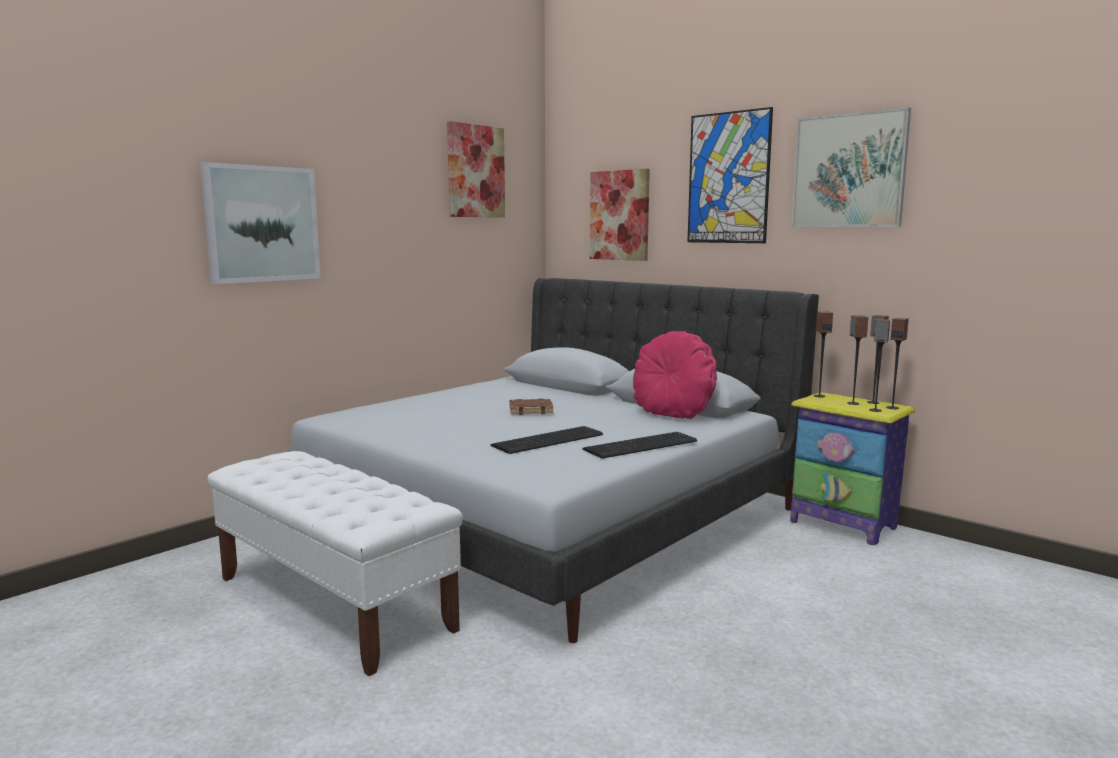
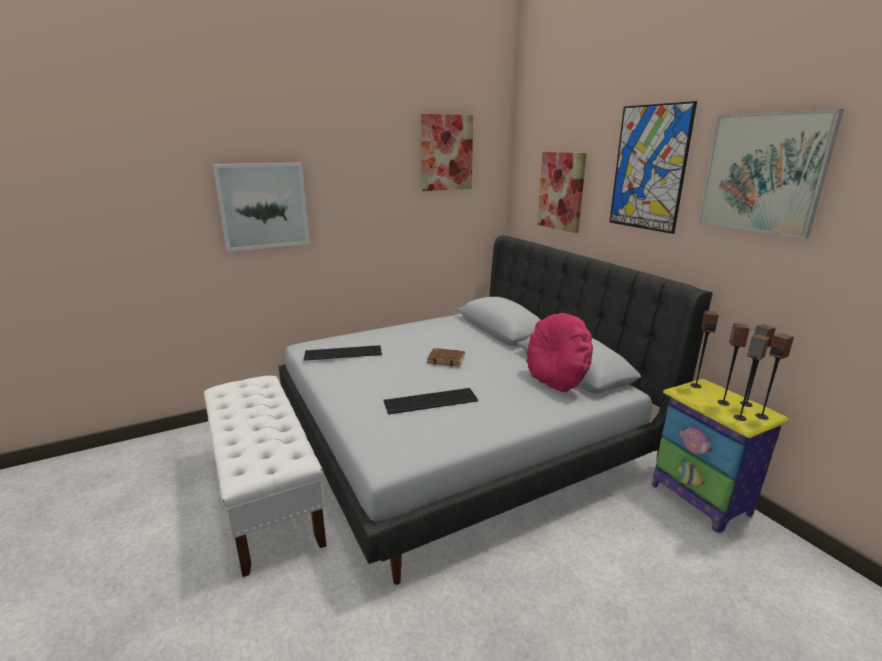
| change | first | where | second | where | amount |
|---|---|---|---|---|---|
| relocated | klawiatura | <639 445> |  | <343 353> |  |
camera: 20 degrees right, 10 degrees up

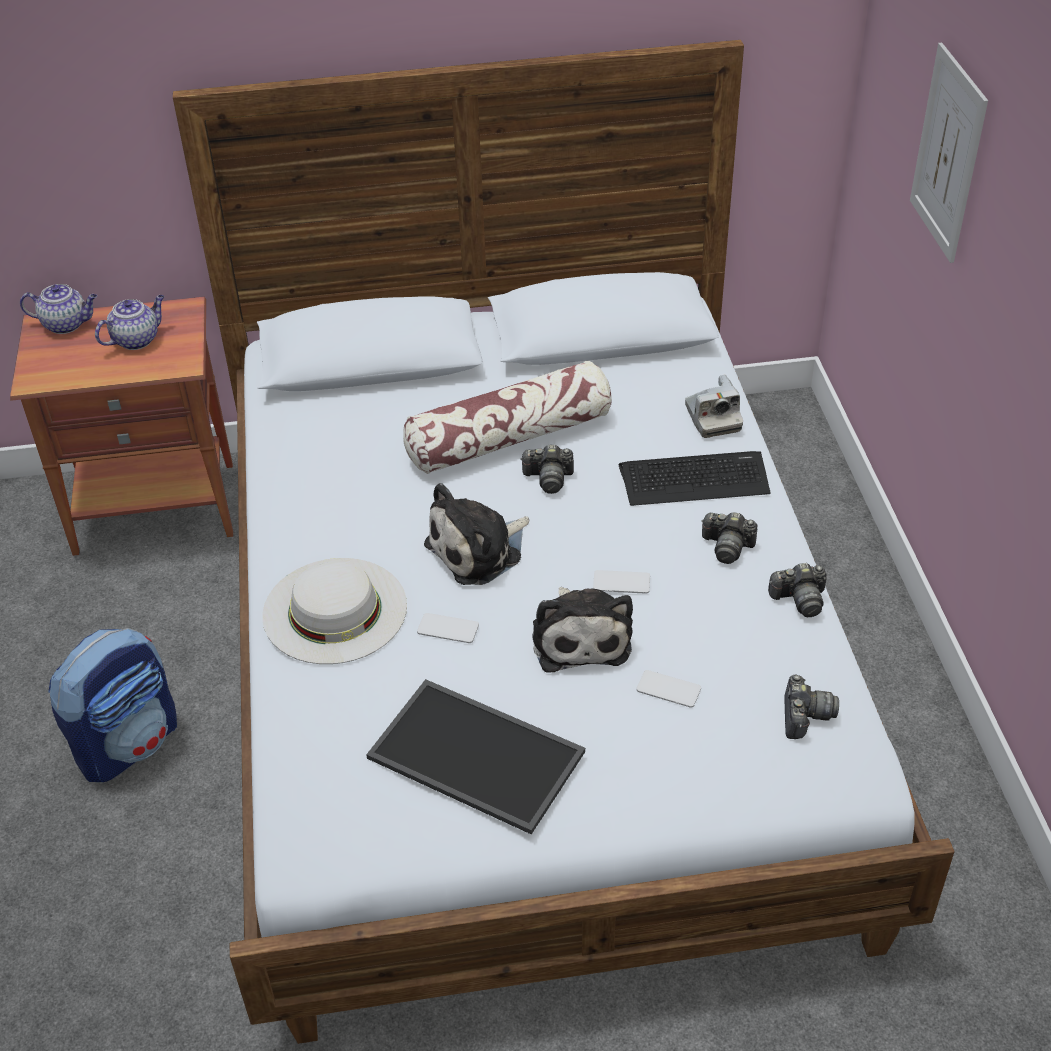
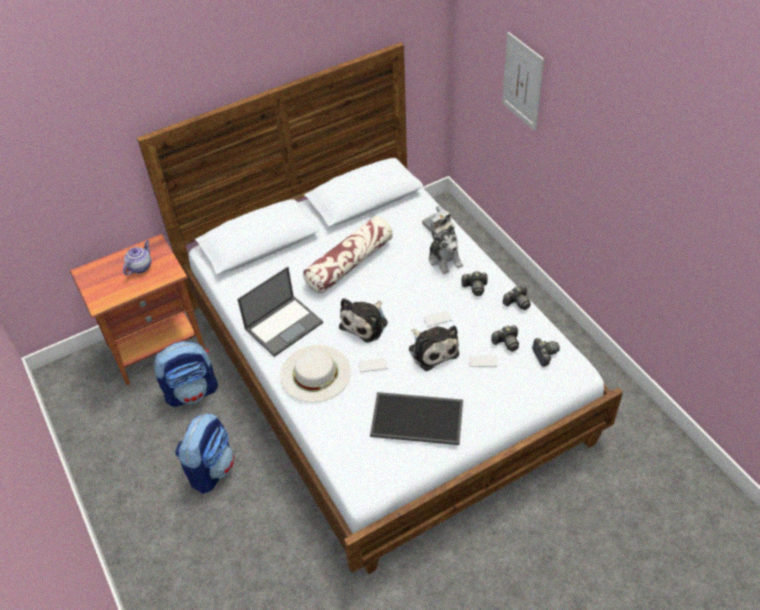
| change | first | where | second | where | amount |
|---|---|---|---|---|---|
| appeared |  |  | plecak | <186 374> |  |
| appeared |  |  | laptop | <280 312> |  |
| exchanged | klawiatura | <695 478> | pluszak | <446 249> |  |
| relocated | aparat fotograficzny | <547 469> |  | <505 338> |  |
| missing | imbryk | <58 309> |  |  |  |
camera: 20 degrees left, 5 degrees up

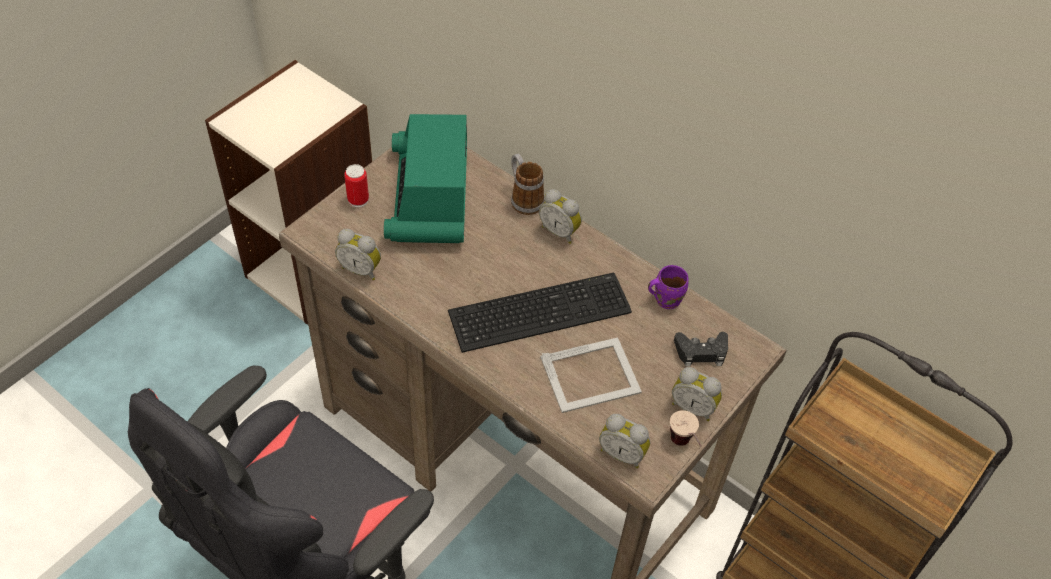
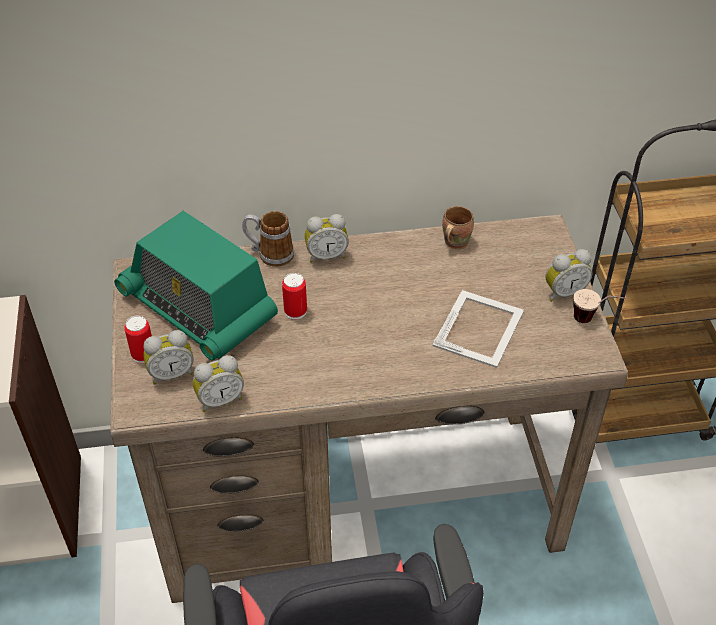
| change | first | where | second | where | amount |
|---|---|---|---|---|---|
| relocated | budzik | <624 441> |  | <168 357> |  |
| appeared |  |  | puszka | <294 296> |  |
| colour | kubek (fioletowy) | <668 287> | kubek (brązowy) | <458 227> |  |
| missing | klawiatura | <540 312> |  |  |  |
| missing | pad do gier (czarny) | <701 349> |  |  |  |
camera: 45 degrees left, 5 degrees down

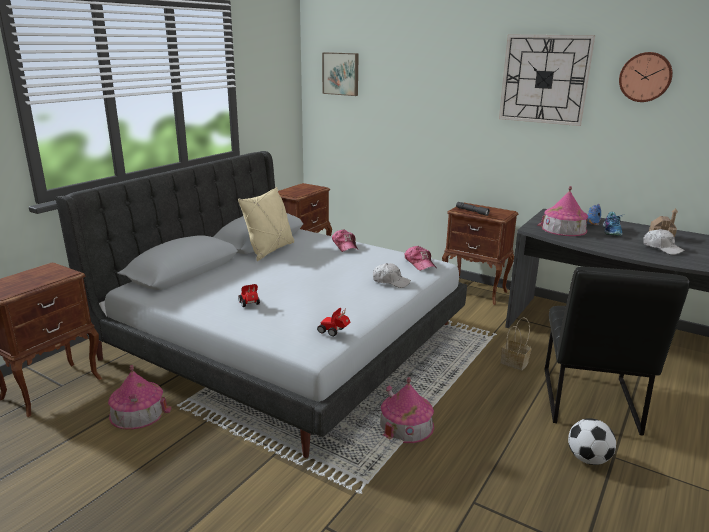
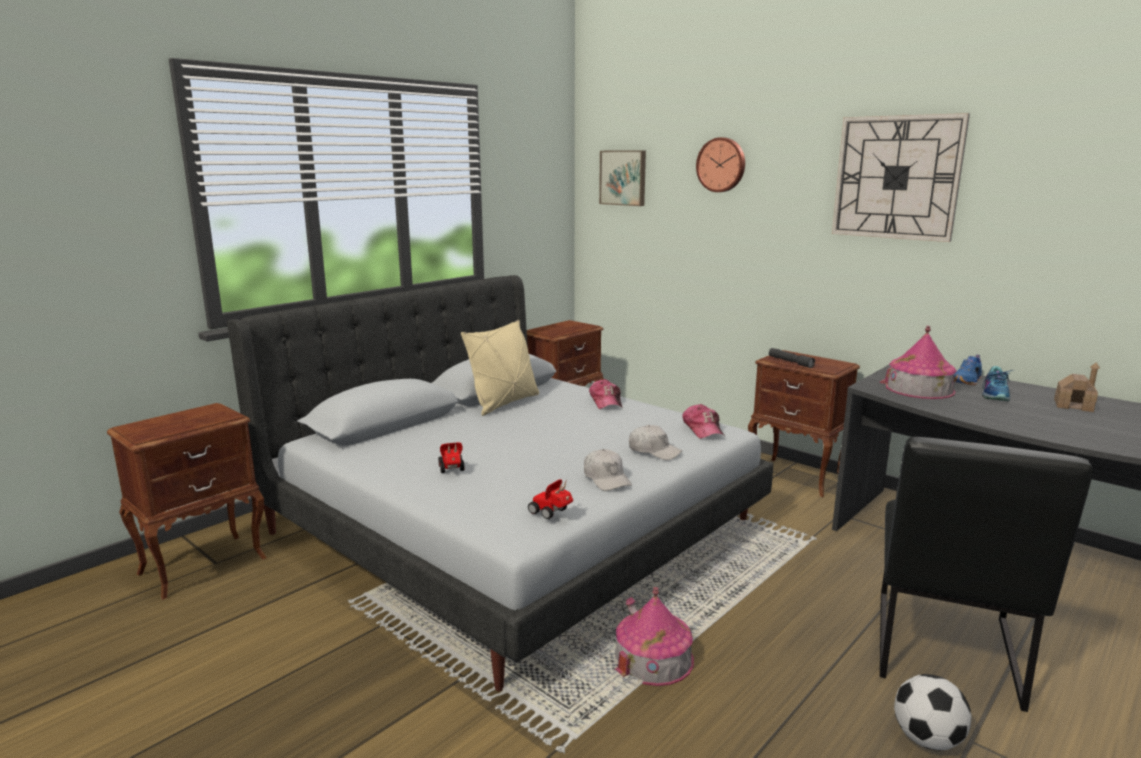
| change | first | where | second | where | amount |
|---|---|---|---|---|---|
| relocated | czapka z daszkiem (biały) | <664 242> |  | <608 470> |  |
| relocated | zegar ścienny | <646 77> |  | <720 164> |  |
| missing | domek | <140 397> |  |  |  |
| missing | koszyk | <516 343> |  |  |  |
camera: 10 degrees right, 5 degrees down

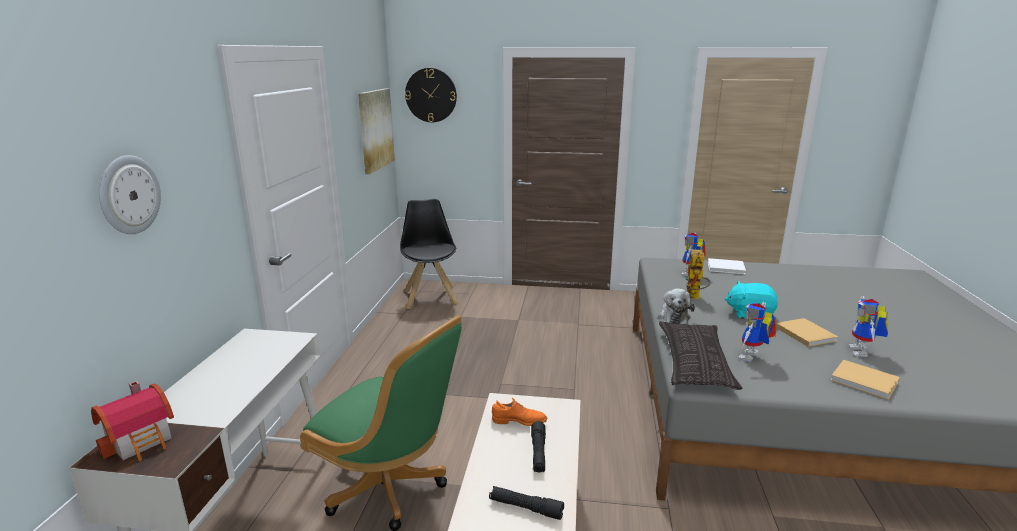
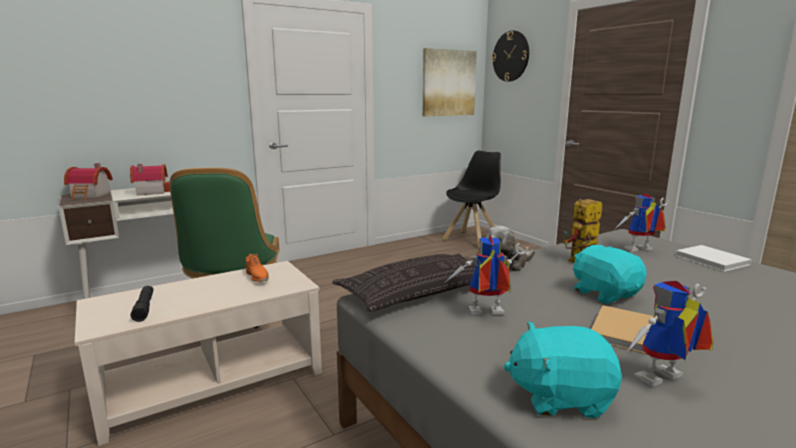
| change | first | where | second | where | amount |
|---|---|---|---|---|---|
| appeared |  |  | domek | <150 179> |  |
| exchanged | książka (beżowy) | <865 380> | pluszak (turkusowy) | <563 370> |  |
| missing | zegar ścienny | <130 194> |  |  |  |
| missing | latarka (czarny) | <538 446> |  |  |  |
camera: 50 degrees right, 5 degrees down

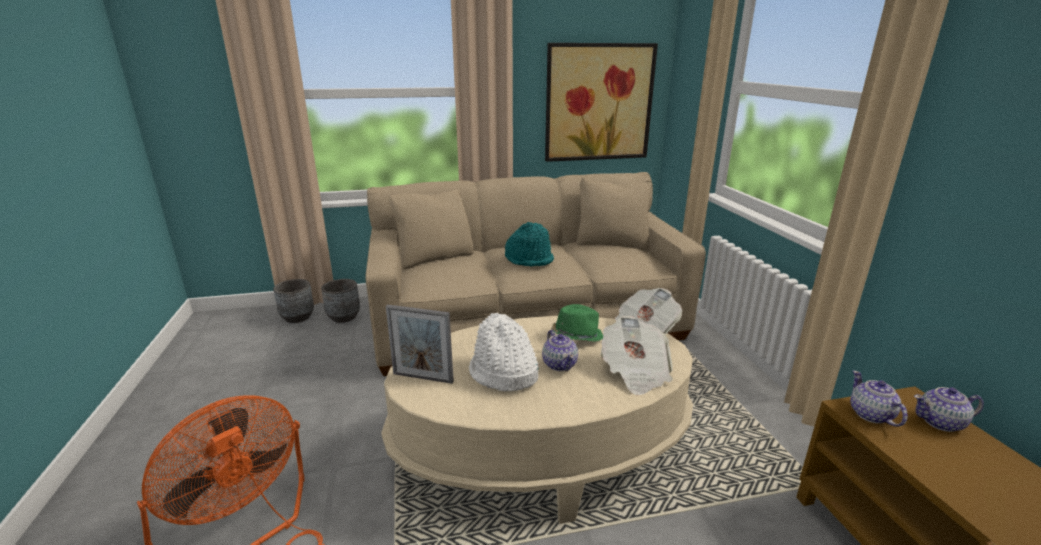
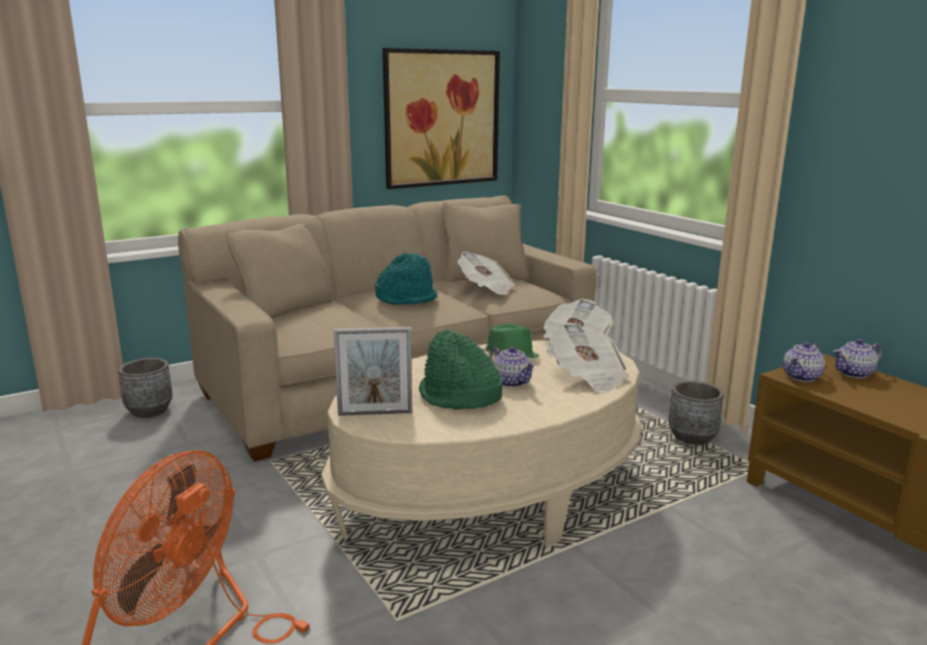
| change | first | where | second | where | amount |
|---|---|---|---|---|---|
| colour | kapelusz (biały) | <504 352> | kapelusz (zielony) | <461 370> |  |
| appeared |  |  | gazeta | <485 274> |  |
| relocated | donica (szary) | <293 301> |  | <696 413> |  |
| spun | imbryk | <879 399> |  | <804 362> | 105 degrees counterclockwise |
camera: 20 degrees left, 5 degrees down

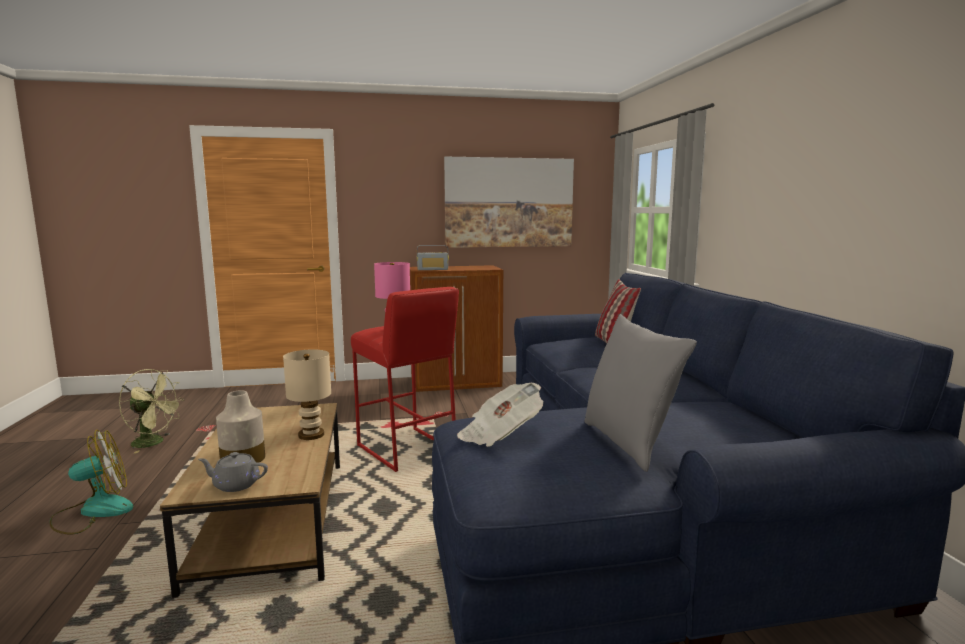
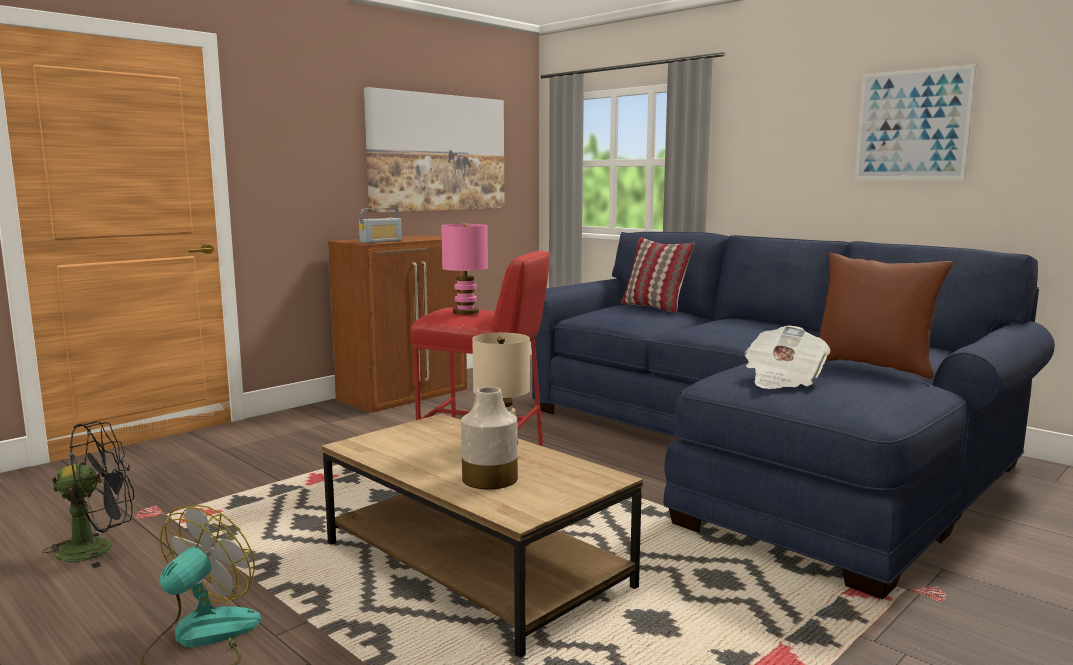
| change | first | where | second | where | amount |
|---|---|---|---|---|---|
| colour | wentylator (zielony) | <151 411> | wentylator (czarny) | <88 494> |  |
| colour | poduszka (szary) | <640 393> | poduszka (brązowy) | <886 316> |  |
| appeared |  |  | obraz | <916 121> |  |
| missing | imbryk (szary) | <233 472> |  |  |  |
camera: 35 degrees left, 0 degrees up

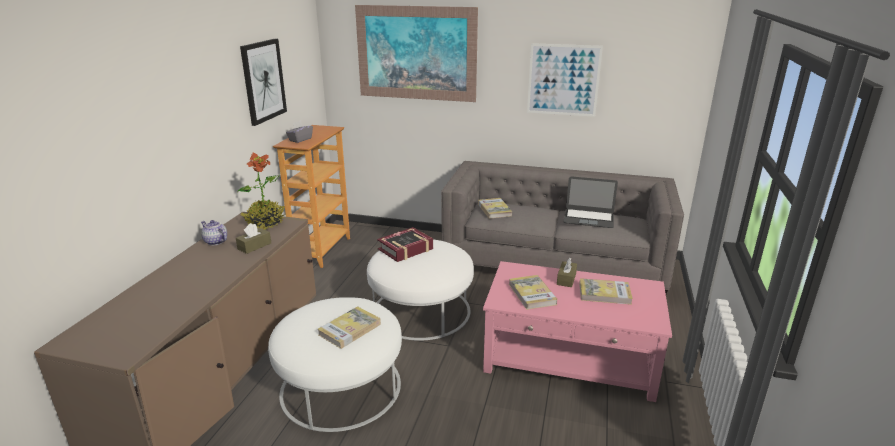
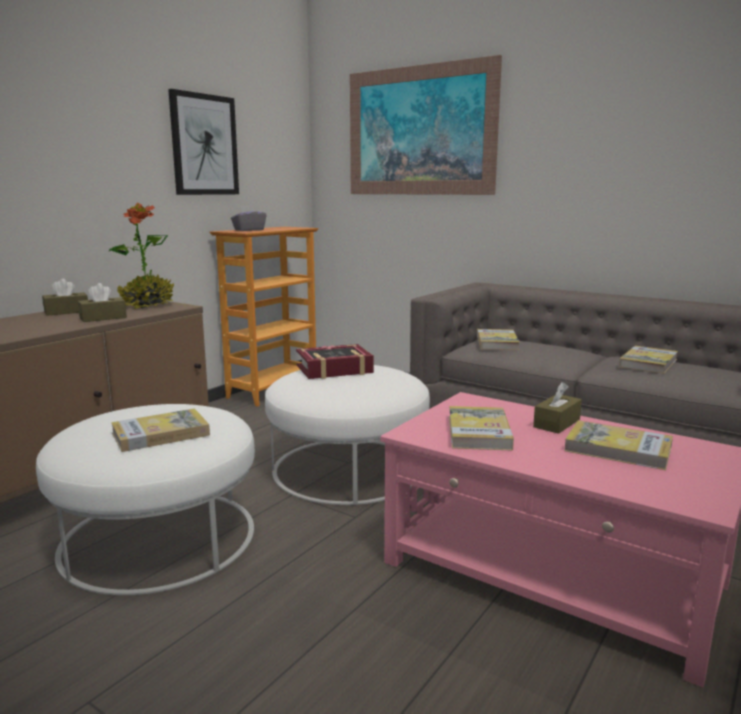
| change | first | where | second | where | amount |
|---|---|---|---|---|---|
| exchanged | imbryk | <214 232> | pudełko chusteczek (brązowy) | <65 297> |  |
| exchanged | laptop | <590 202> | książka | <648 360> |  |
| missing | obraz | <565 80> |  |  |  |
camera: 20 degrees right, 10 degrees down

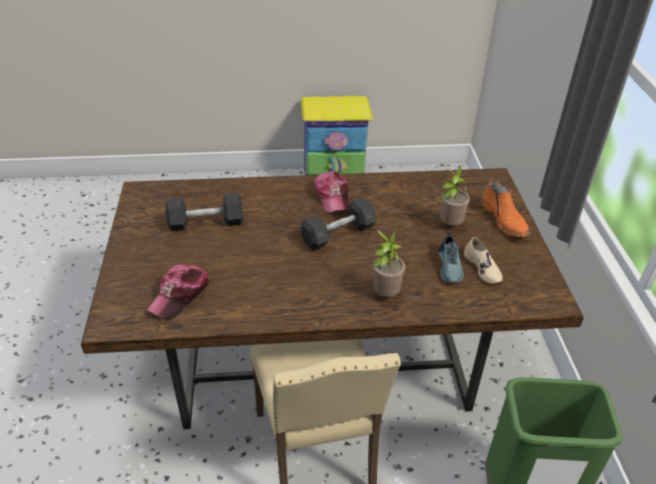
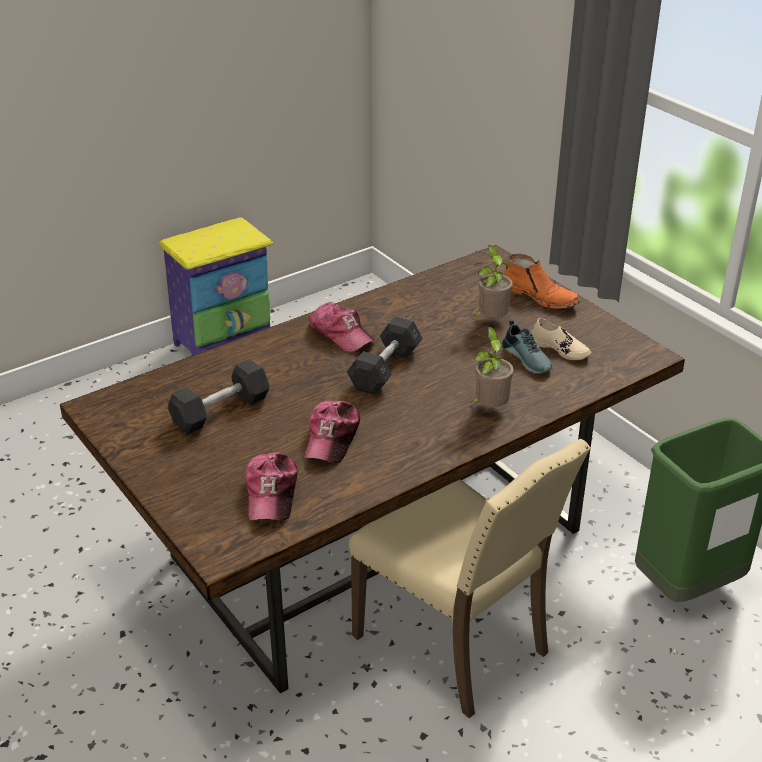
| change | first | where | second | where | amount |
|---|---|---|---|---|---|
| appeared |  |  | czapka z daszkiem | <332 432> |  |
camera: 30 degrees left, 5 degrees down

